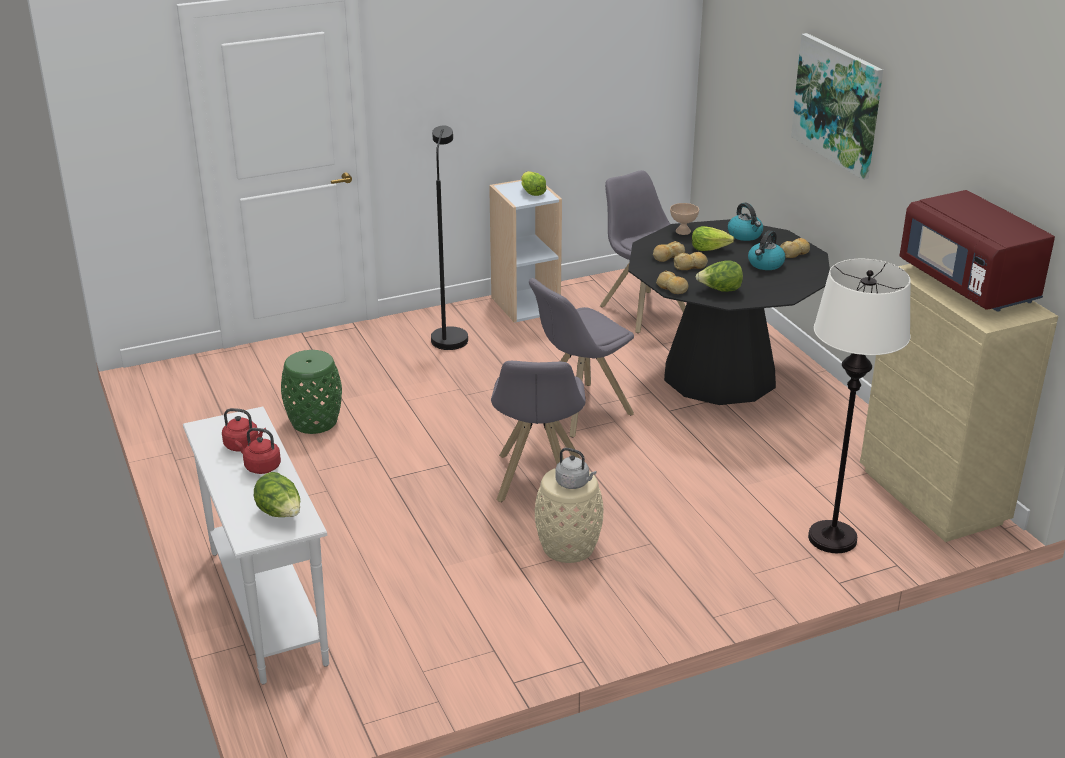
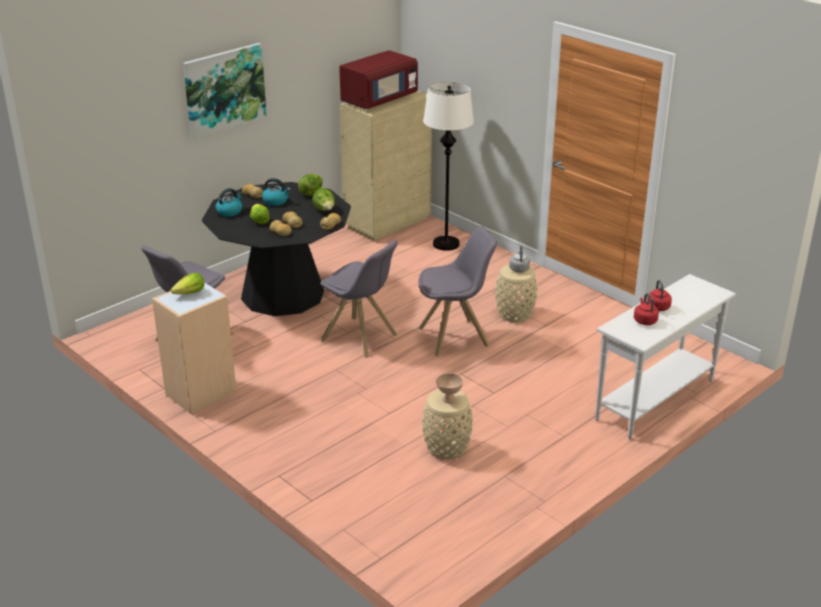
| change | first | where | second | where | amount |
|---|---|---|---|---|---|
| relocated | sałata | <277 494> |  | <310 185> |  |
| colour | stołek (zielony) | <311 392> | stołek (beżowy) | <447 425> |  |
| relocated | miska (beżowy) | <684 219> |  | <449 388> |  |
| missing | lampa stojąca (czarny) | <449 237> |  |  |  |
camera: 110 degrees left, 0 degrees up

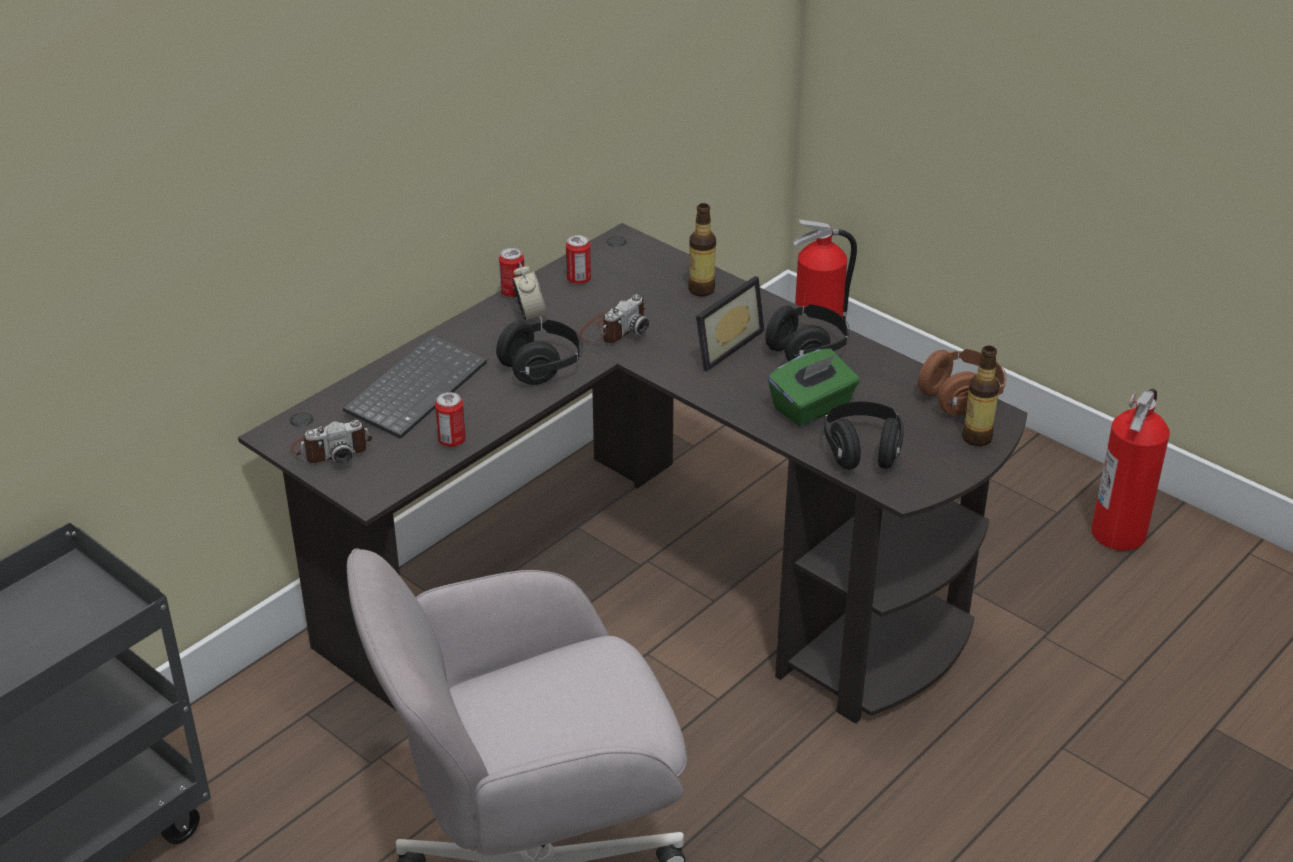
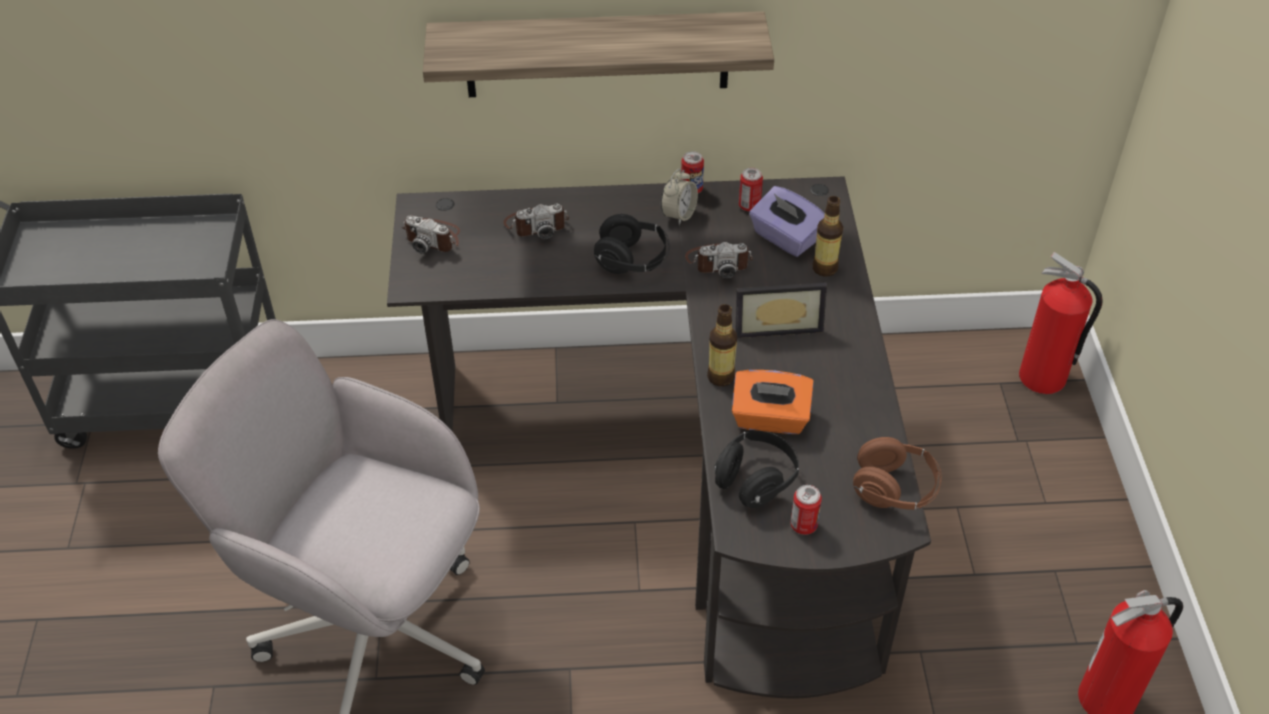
| change | first | where | second | where | amount |
|---|---|---|---|---|---|
| appeared |  |  | półka | <598 54> |  |
| exchanged | klawiatura | <415 387> | aparat fotograficzny | <536 221> |  |
| relocated | butelka | <981 396> |  | <722 345> |  |
| colour | pudełko chusteczek (zielony) | <814 387> | pudełko chusteczek (pomarańczowy) | <773 402> |  |
| appeared |  |  | pudełko chusteczek (fioletowy) | <787 221> |  |
| relocated | puszka | <450 419> |  | <806 510> |  |
| missing | słuchawki (czarny) | <807 333> |  |  |  |
camera: 45 degrees right, 10 degrees up

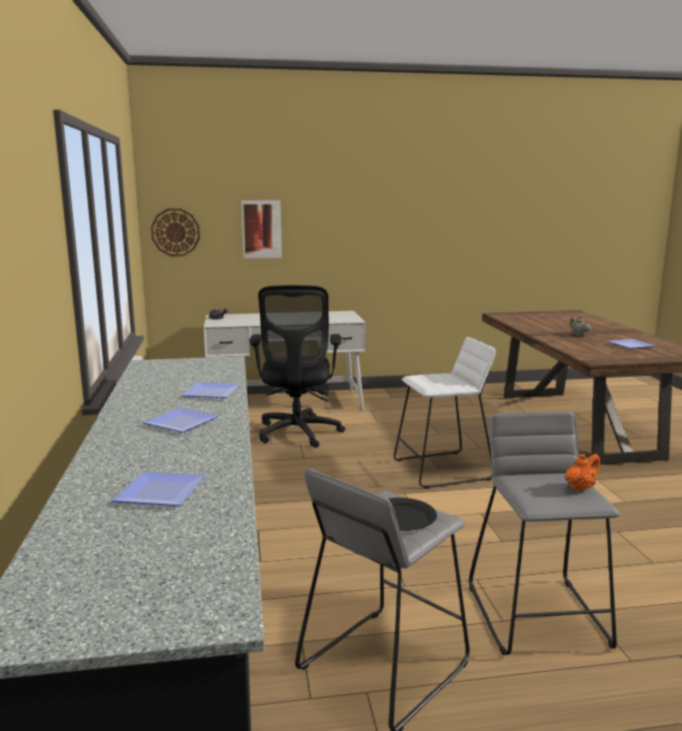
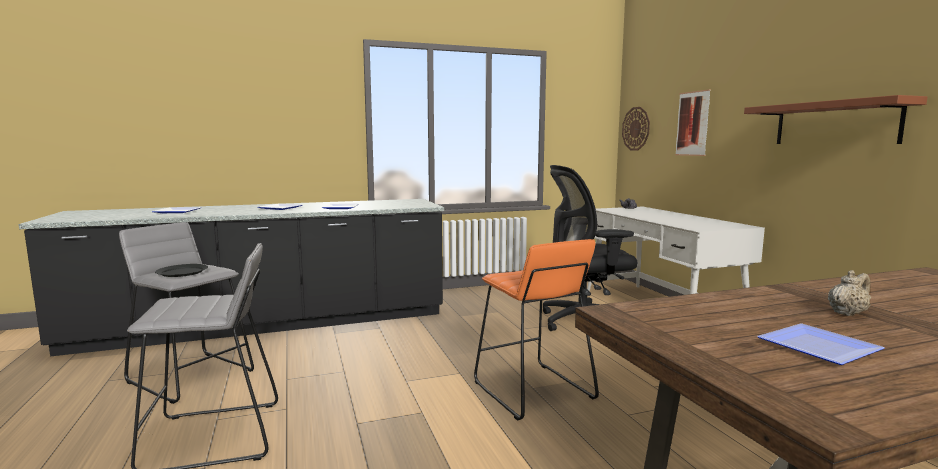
| change | first | where | second | where | amount |
|---|---|---|---|---|---|
| colour | stołek (biały) | <445 413> | stołek (pomarańczowy) | <536 330> |  |
| appeared |  |  | półka (brązowy) | <835 119> |  |
| missing | imbryk (pomarańczowy) | <582 473> |  |  |  |
camera: 80 degrees right, 5 degrees down

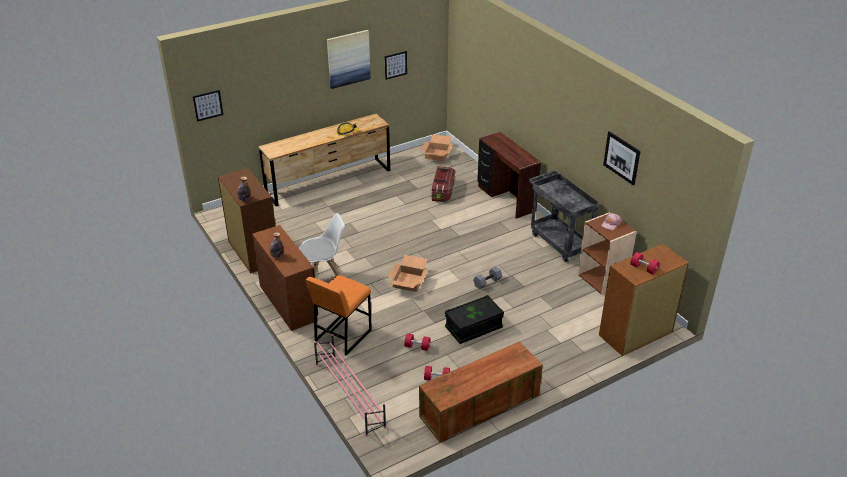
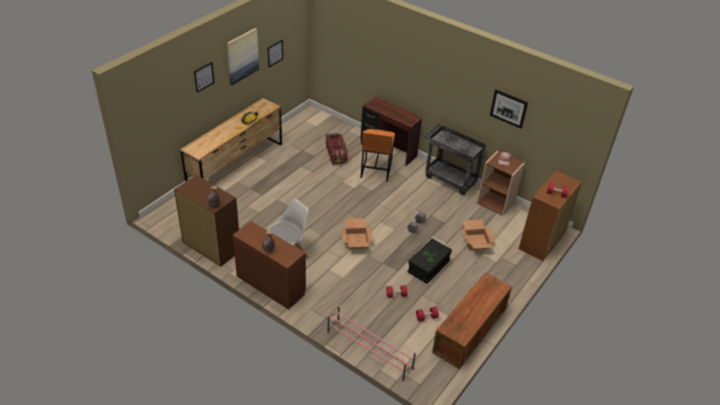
| change | first | where | second | where | amount |
|---|---|---|---|---|---|
| relocated | obraz | <208 106> |  | <204 77> |  |
| relocated | stołek (pomarańczowy) | <338 315> |  | <378 155> |  |
| relocated | karton | <437 147> |  | <478 234> |  |
camera: 25 degrees left, 5 degrees up

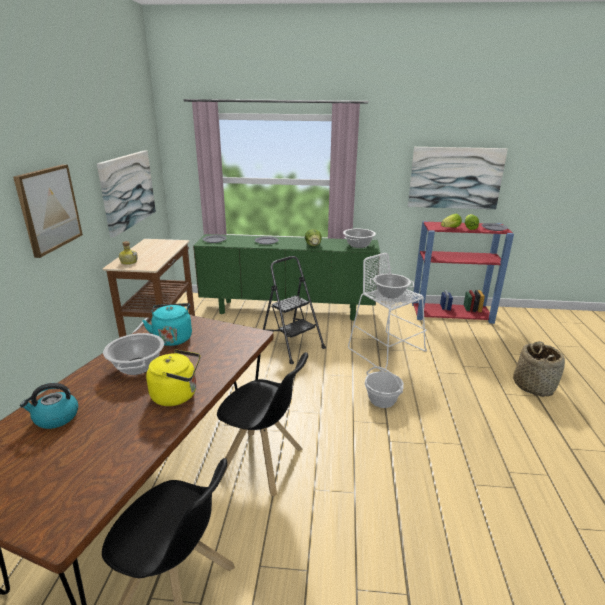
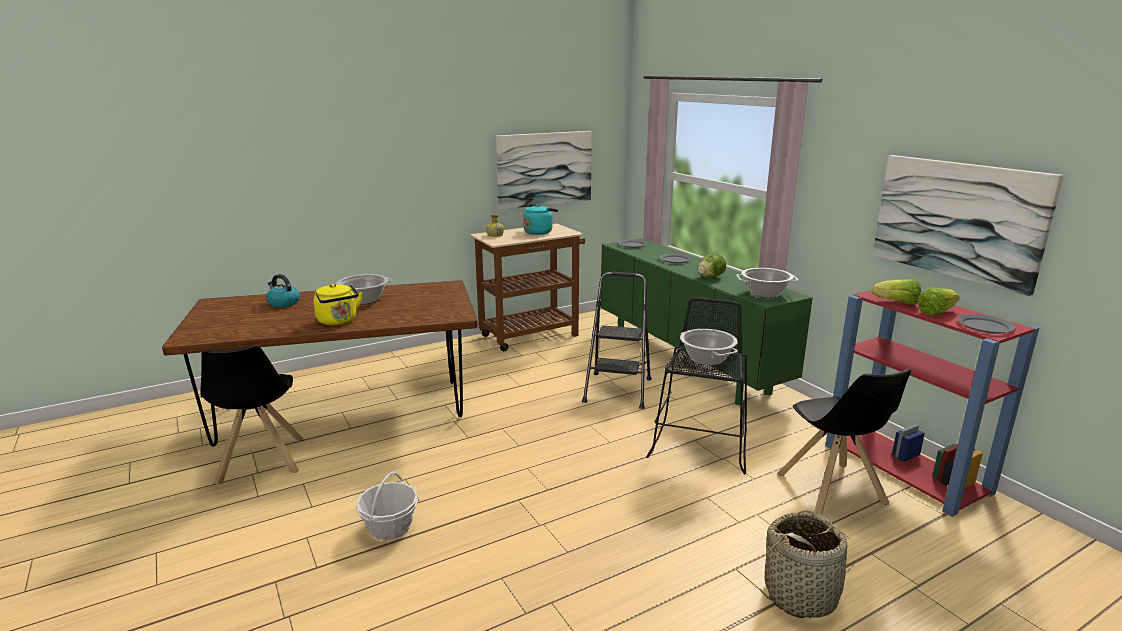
| change | first | where | second | where | amount |
|---|---|---|---|---|---|
| relocated | koszyk | <384 387> |  | <387 506> |  |
| relocated | czajnik (turkusowy) | <167 324> |  | <540 219> |  |
| colour | stołek (biały) | <387 312> | stołek (czarny) | <697 385> |  |
| relocated | krzesło (czarny) | <262 424> |  | <844 442> |  |
| missing | obraz | <48 211> |  |  |  |
camera: 55 degrees right, 5 degrees down

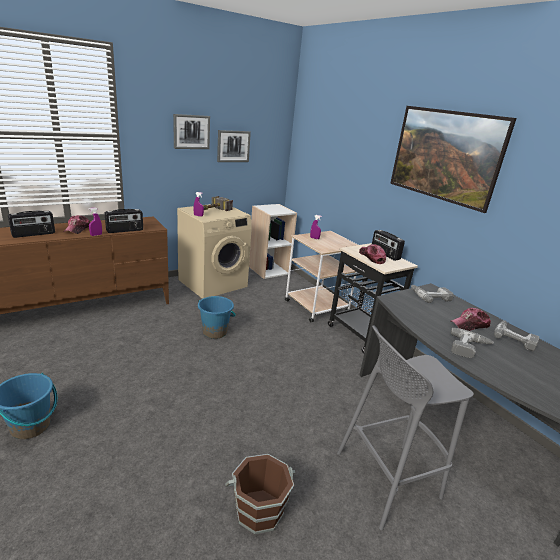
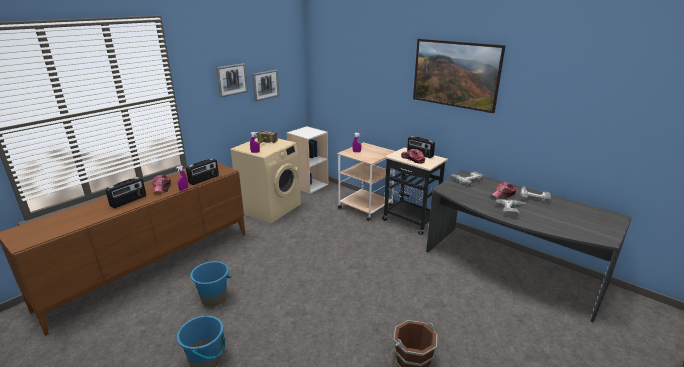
| change | first | where | second | where | amount |
|---|---|---|---|---|---|
| relocated | wiadro (niebieski) | <217 317> |  | <211 284> |  |
| missing | stołek (szary) | <405 428> |  |  |  |
camera: 15 degrees left, 0 degrees up

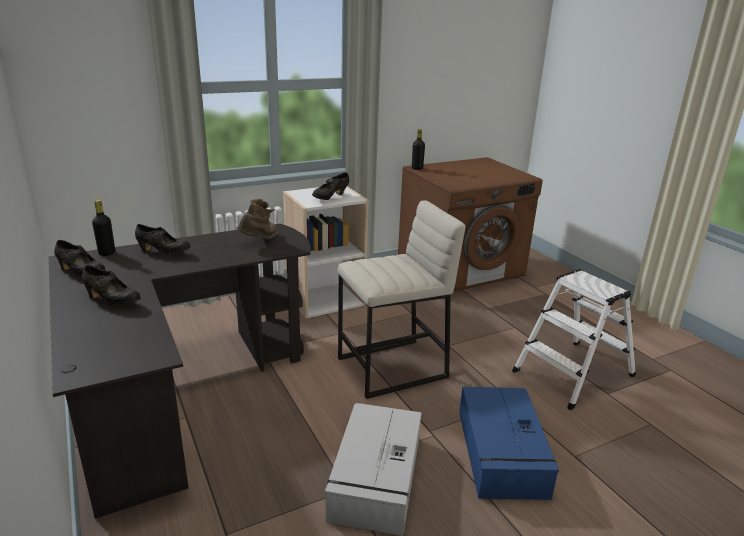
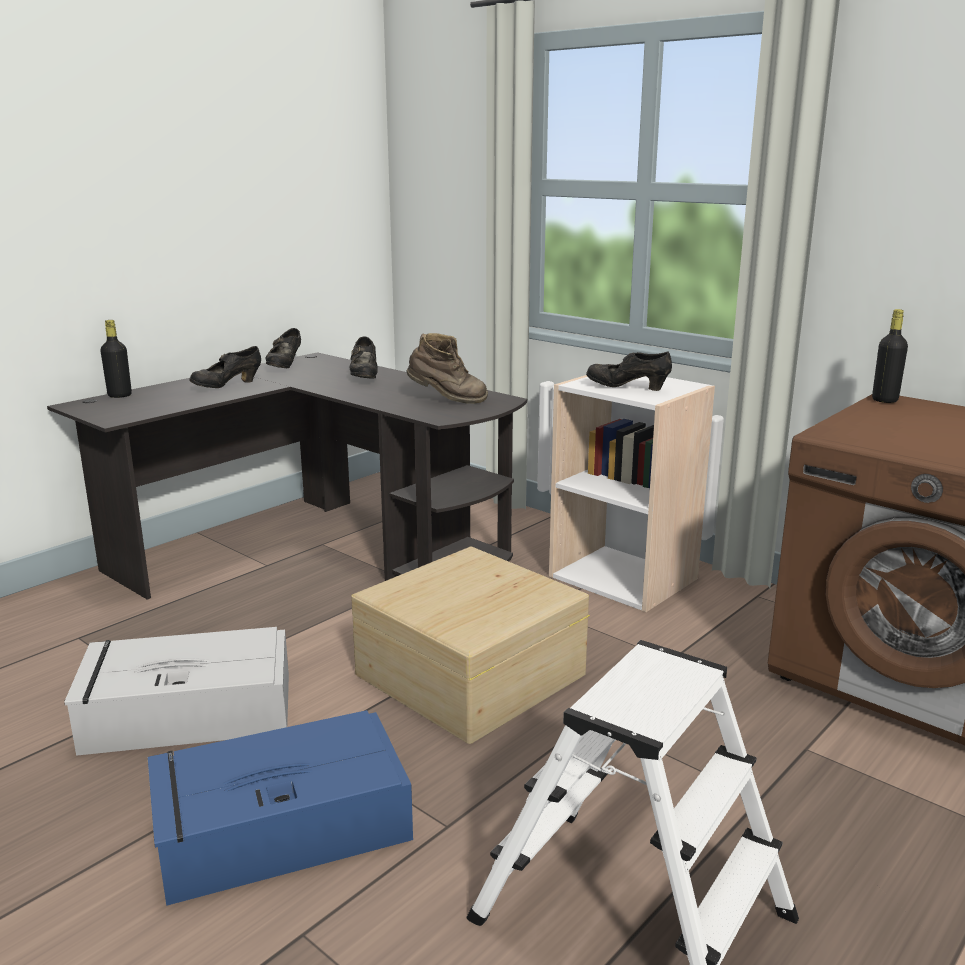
| change | first | where | second | where | amount |
|---|---|---|---|---|---|
| relocated | butelka (czarny) | <103 228> |  | <116 359> |  |
| spun | but (czarny) | <111 285> |  | <225 367> | 45 degrees clockwise |
| exchanged | stołek (beżowy) | <401 299> | pojemnik do przechowywania (beżowy) | <470 645> |  |
camera: 70 degrees right, 5 degrees down

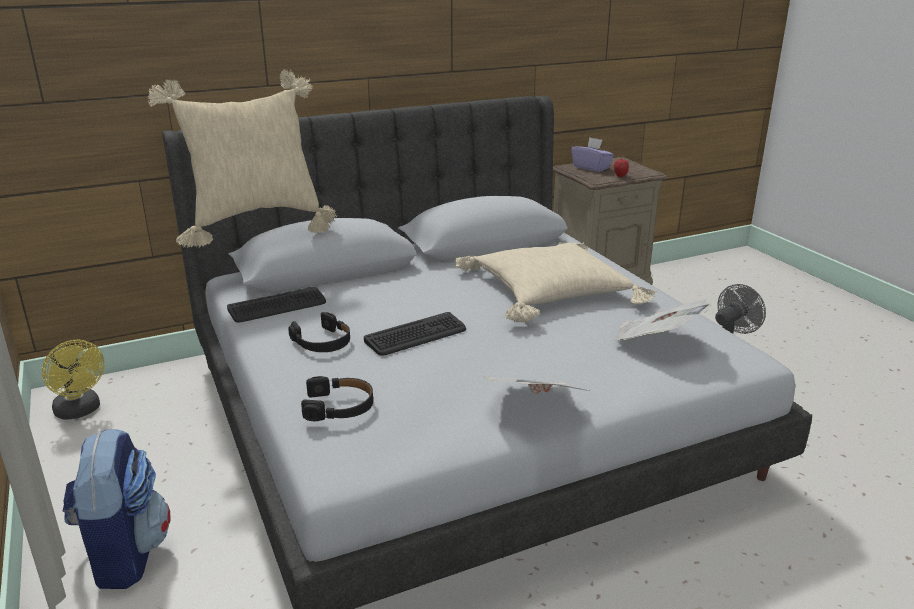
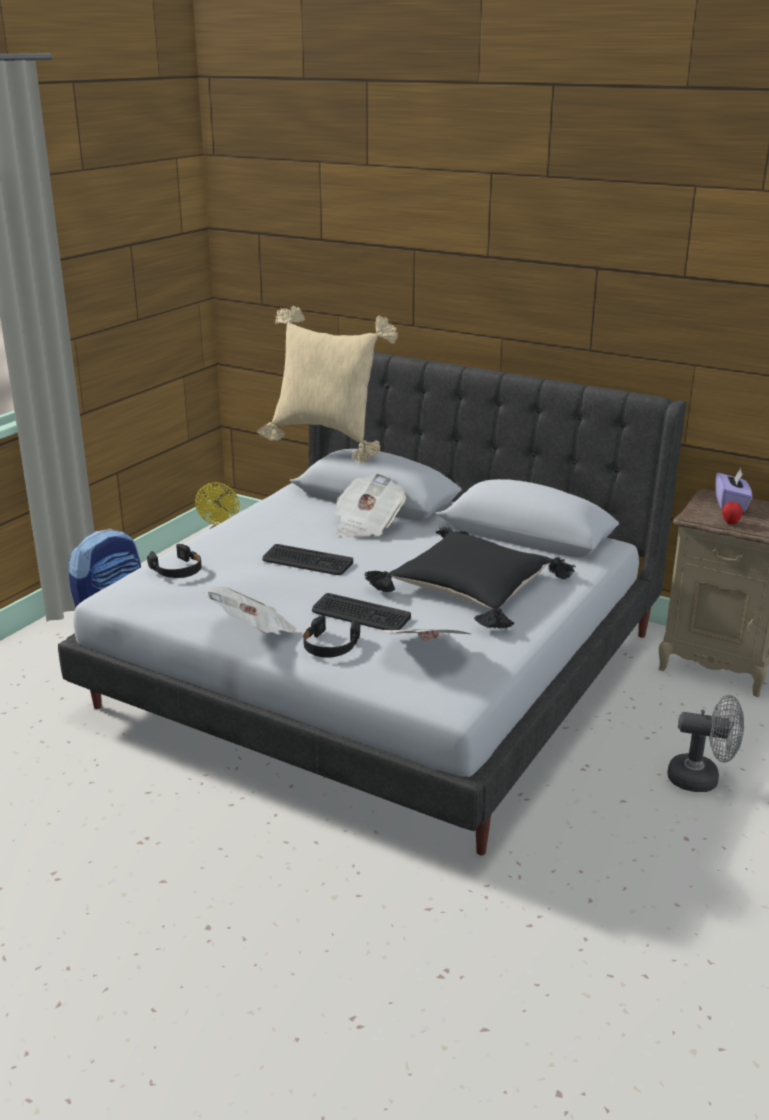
| change | first | where | second | where | amount |
|---|---|---|---|---|---|
| relocated | słuchawki (czarny) | <319 332> |  | <331 636> |  |
| relocated | klawiatura | <276 305> |  | <361 611> |  |
| appeared |  |  | gazeta | <370 505> |  |
| colour | poduszka (beżowy) | <555 282> | poduszka (czarny) | <470 578> |  |
camera: 55 degrees right, 0 degrees up

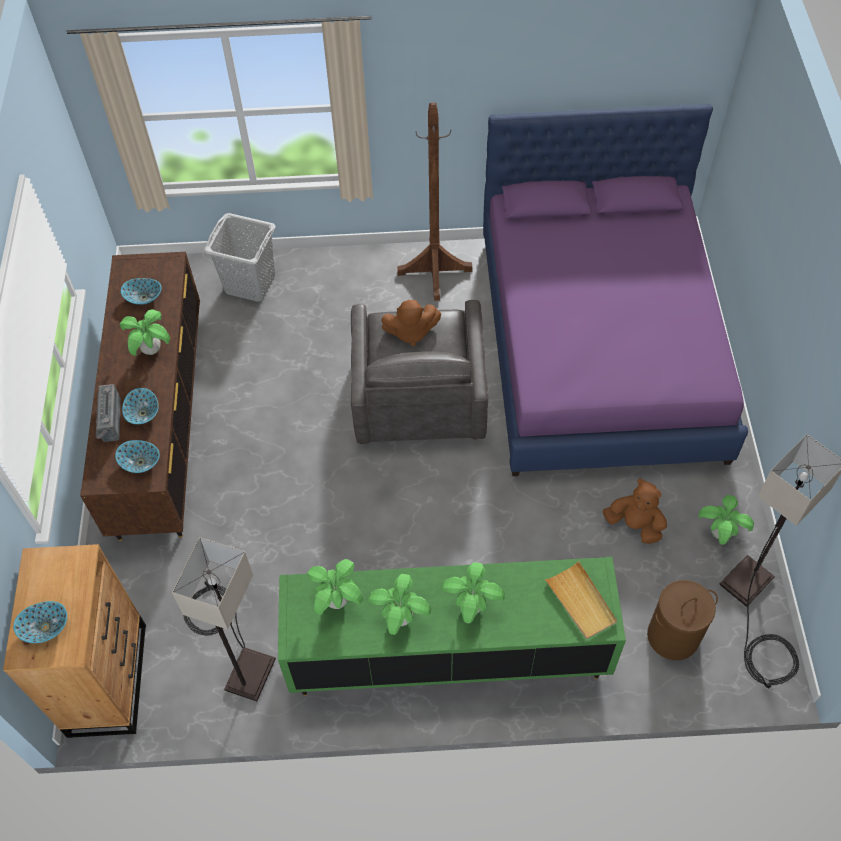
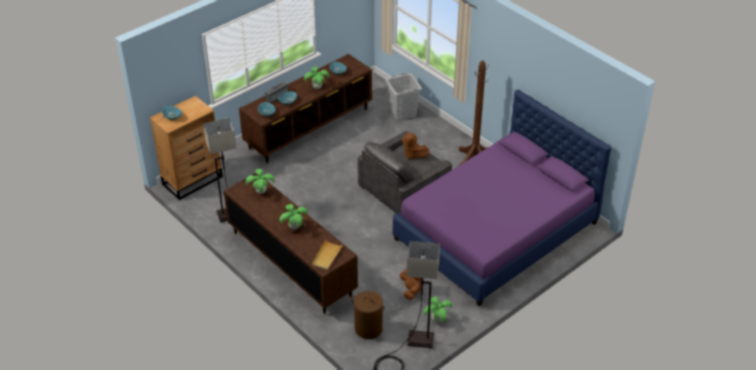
| change | first | where | second | where | amount |
|---|---|---|---|---|---|
| colour | szafka (zielony) | <452 626> | szafka (brązowy) | <291 244> |  |
| missing | roślina doniczkowa | <399 604> |  |  |  |
camera: 50 degrees right, 15 degrees down

